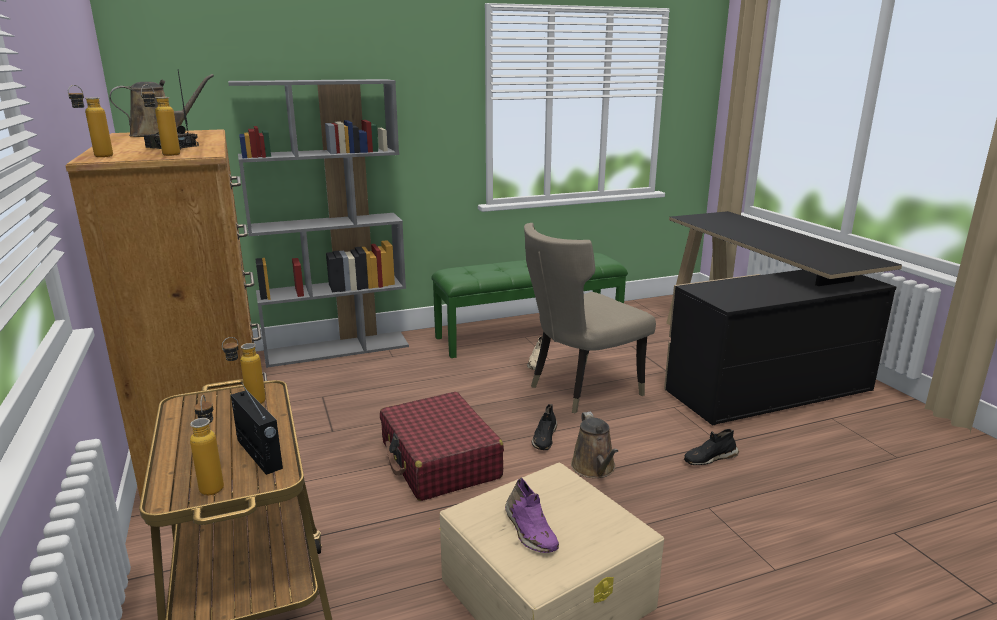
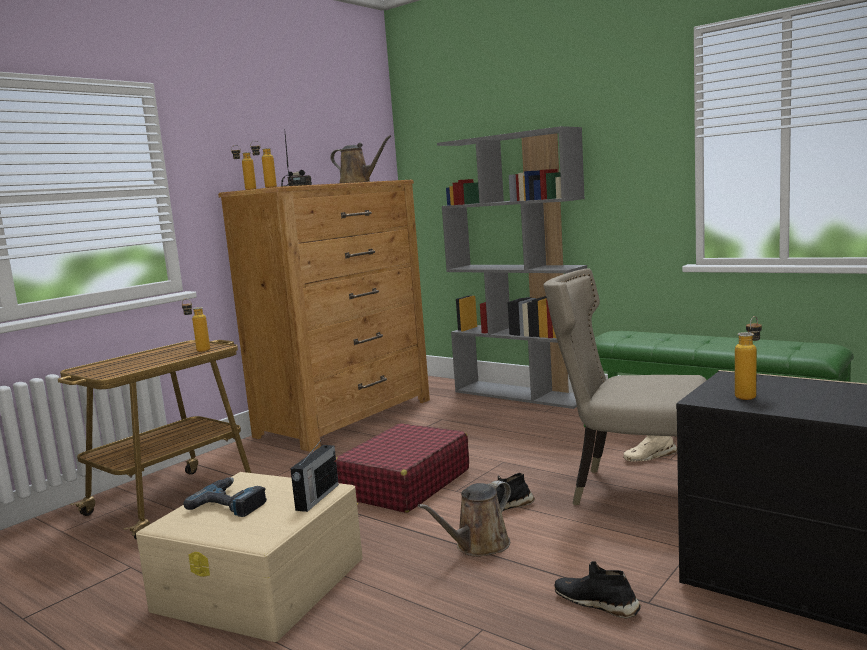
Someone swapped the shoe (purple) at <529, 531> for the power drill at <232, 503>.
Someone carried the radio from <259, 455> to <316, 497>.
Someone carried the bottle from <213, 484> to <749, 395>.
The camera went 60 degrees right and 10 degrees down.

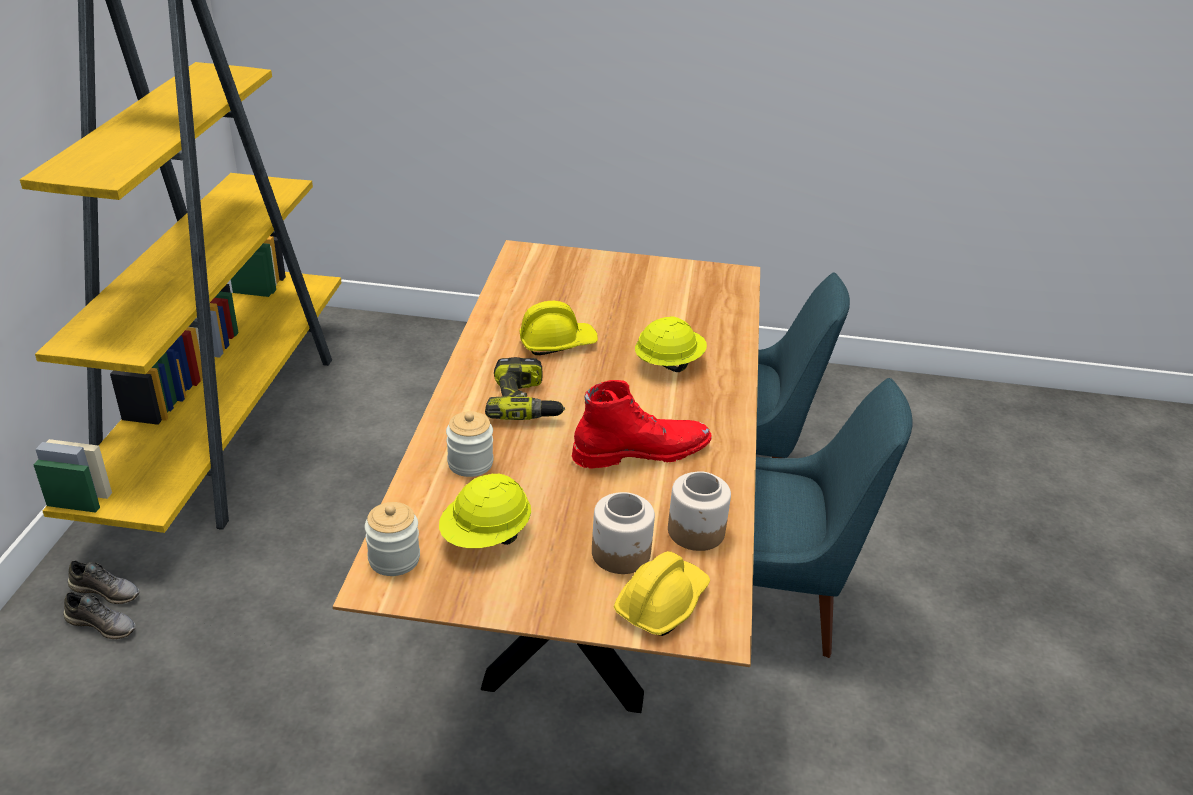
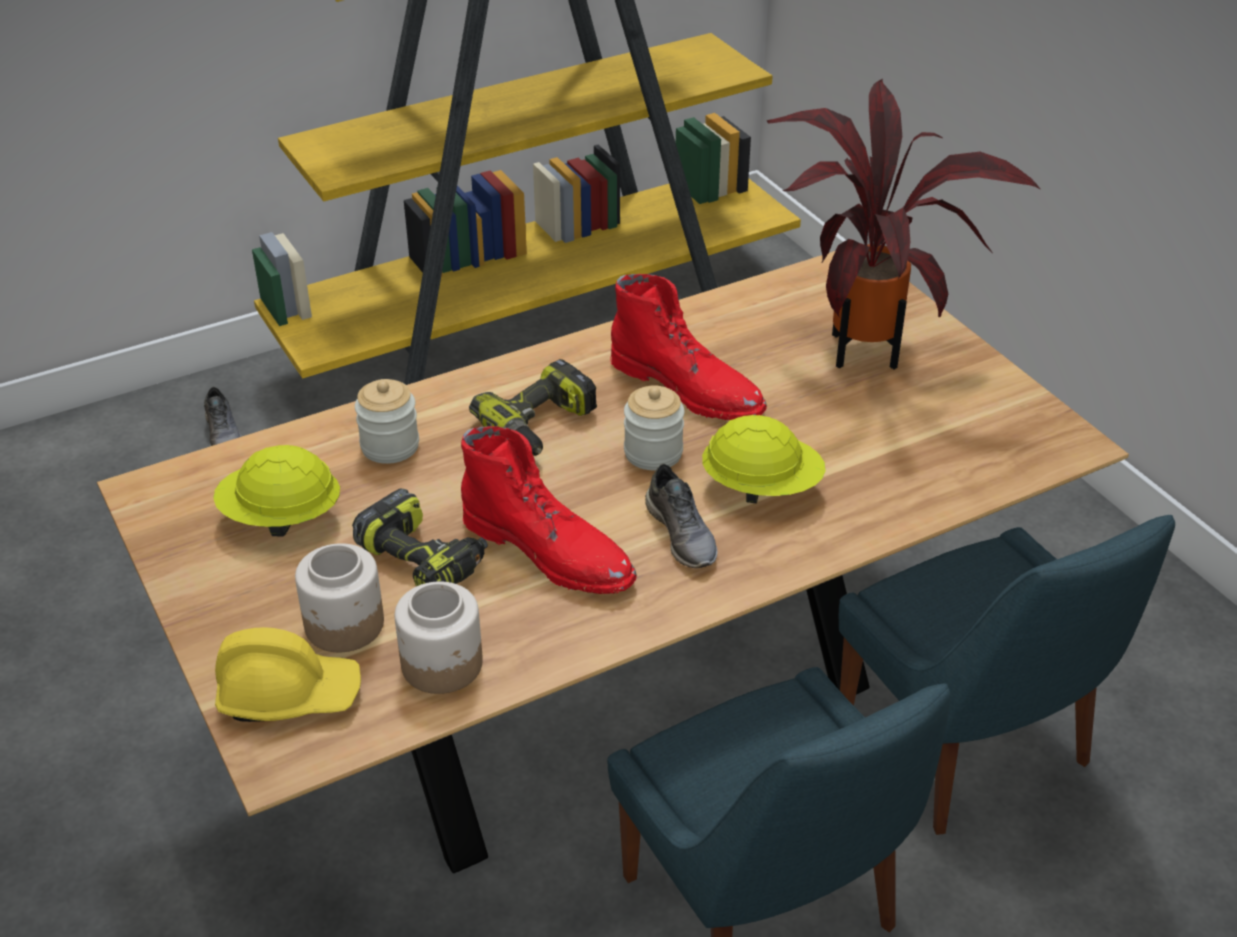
Someone put down the power drill at <424, 559>.
Someone swapped the hard hat (yellow) at <557, 343> for the boot (red) at <689, 387>.
Someone carried the jar from <394, 559> to <653, 453>.
Someone carried the shoe (grey) from <106, 591> to <682, 534>.
Someone put down the potted plant at <868, 346>.
The camera went 55 degrees right and 5 degrees up.

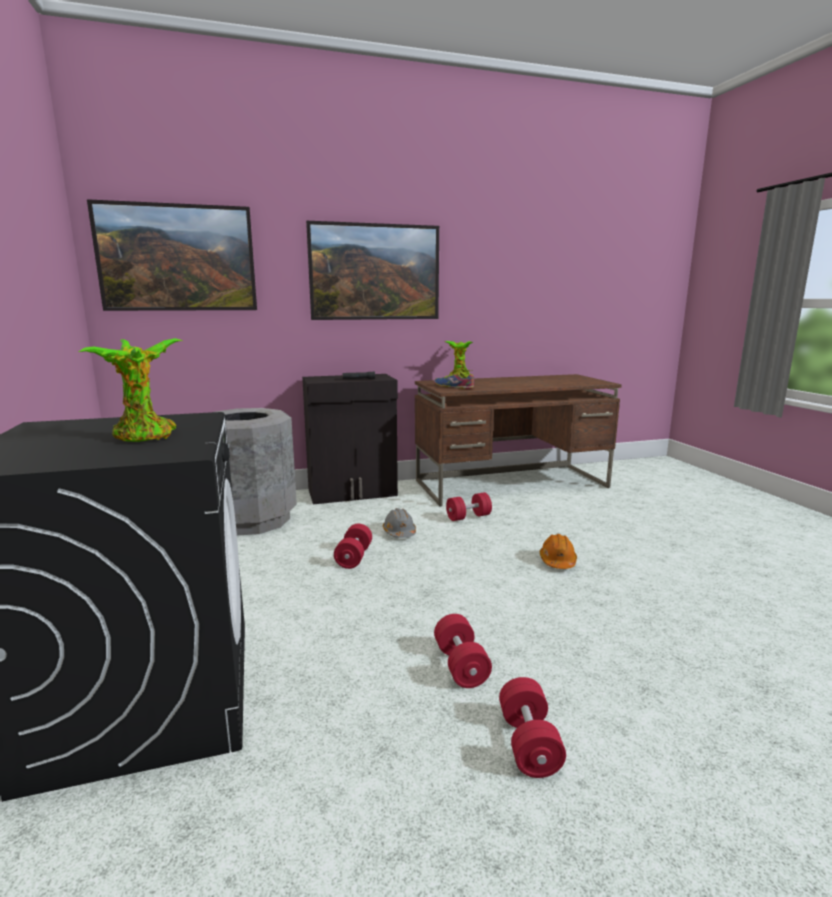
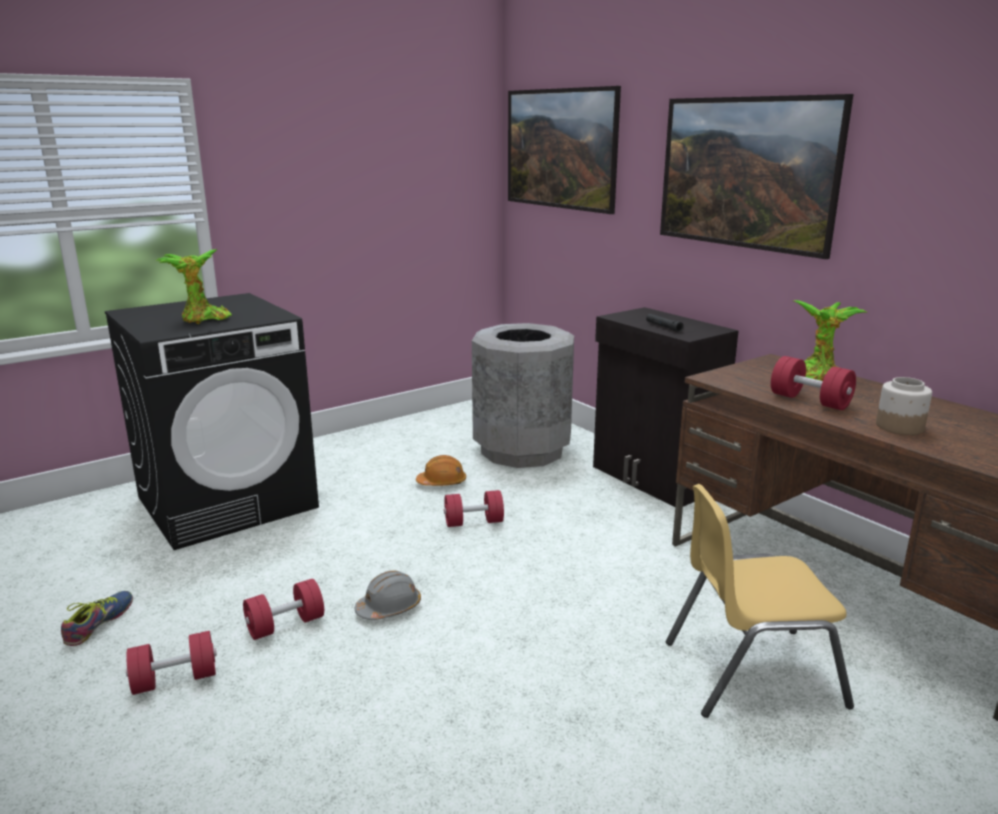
Someone carried the shoe from <453, 387> to <99, 623>.
Someone carried the hard hat (grey) from <399, 532> to <389, 608>.
Someone carried the hard hat (orange) from <557, 561> to <442, 482>.
Someone put down the chair (yellow) at <751, 672>.
Someone carried the dumbbell (red) from <468, 517> to <809, 401>.
Someone put down the jar at <899, 427>.
The camera went 70 degrees right and 5 degrees up.

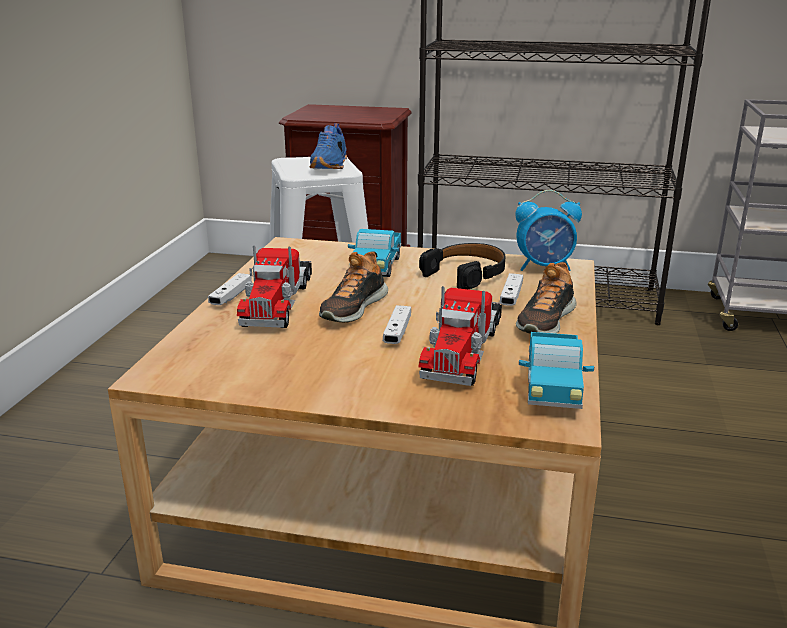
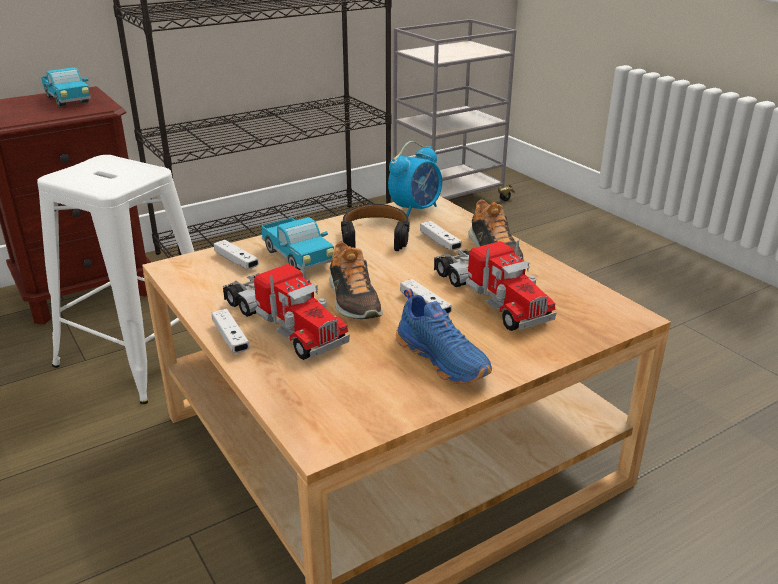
Someone carried the toy truck from <552, 388> to <68, 100>.
Someone put down the game controller (white) at <236, 261>.
Someone carried the shoe (blue) from <331, 165> to <444, 359>.
The camera went 45 degrees left and 5 degrees up.

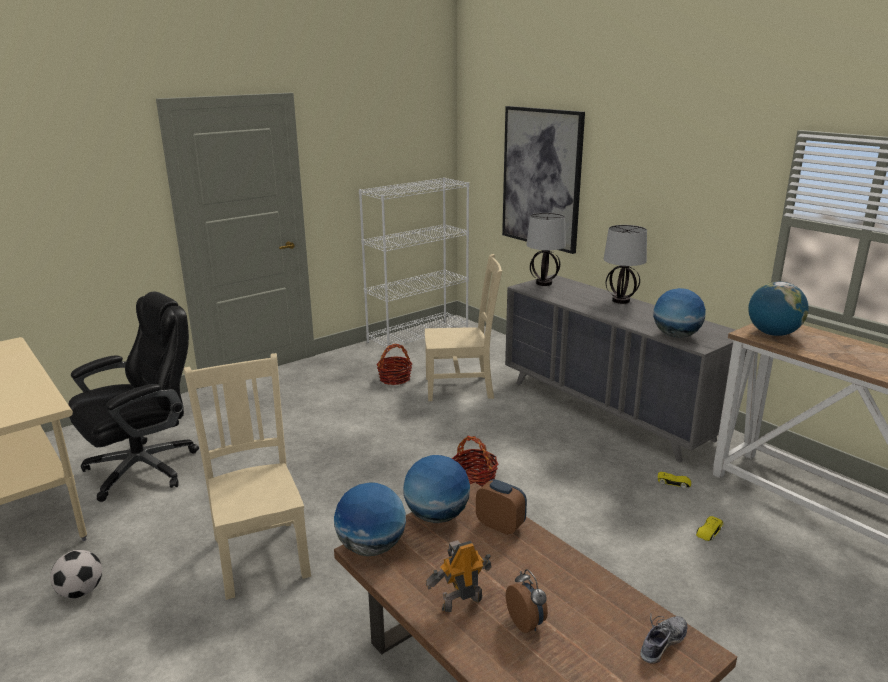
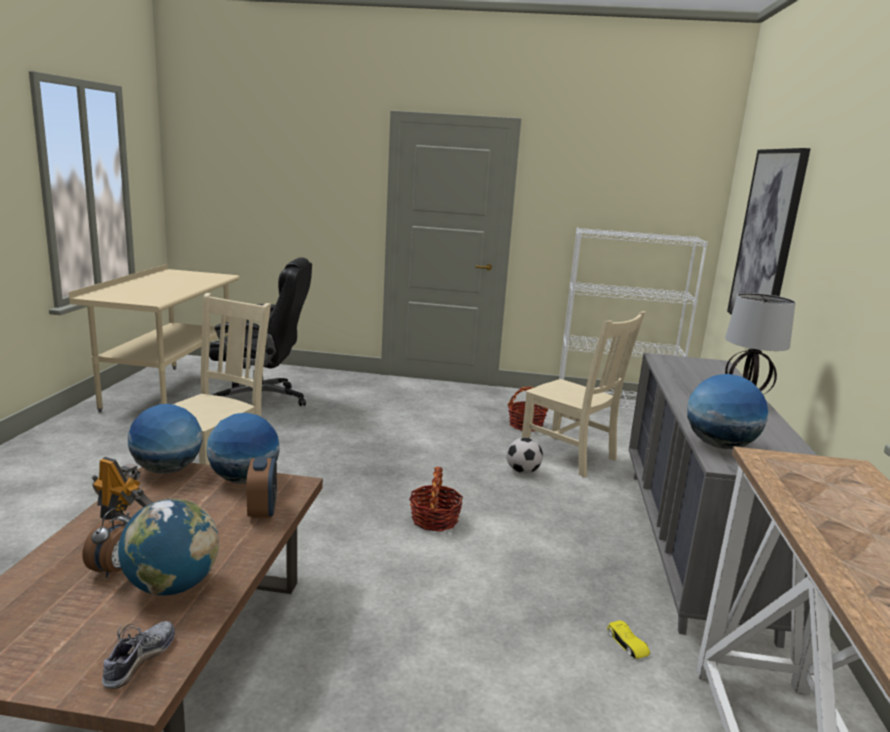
Someone rotated the shoe at <662, 643> by 75 degrees counterclockwise.
Someone carried the globe from <773, 334> to <172, 586>.
Someone carried the football from <81, 591> to <523, 471>.
Someone took away the table lamp at <544, 283>.
Someone took away the toy car (yellow) at <709, 531>.
The camera went 45 degrees right and 5 degrees down.

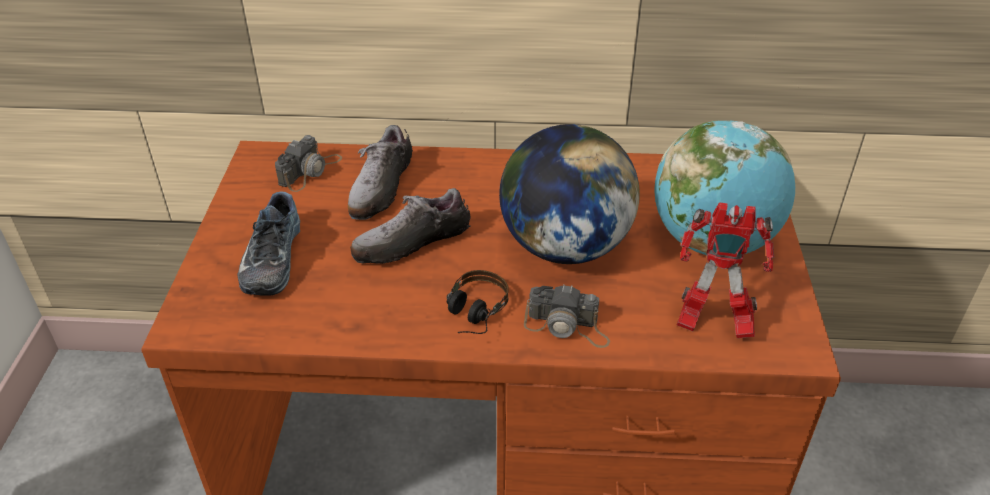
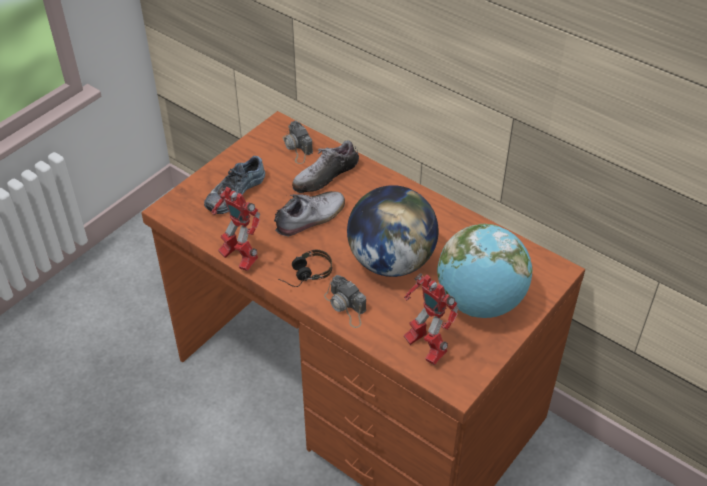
Someone put down the toy robot at <238, 258>.
Someone rotated the shoe at <411, 242> by 135 degrees clockwise.
Someone rotated the photo camera at <310, 171> by 90 degrees clockwise.
The camera went 35 degrees right and 5 degrees up.

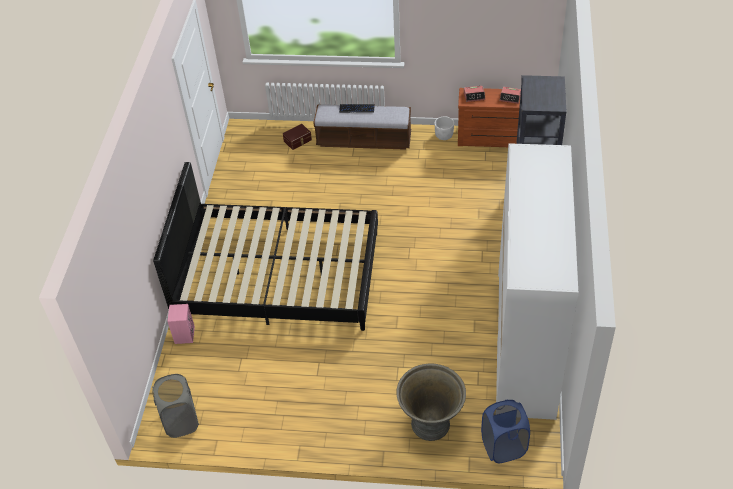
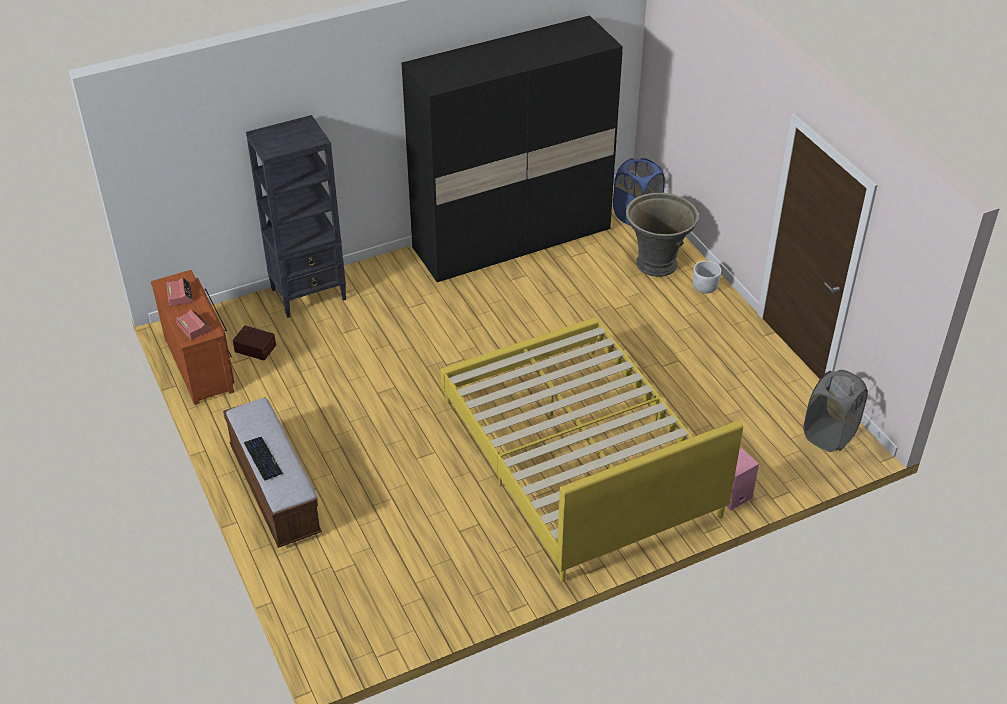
Someone carried the storage box (brown) from <298, 141> to <255, 347>.
Someone repainted the wardrobe (white) at <525, 344>, which became the wardrobe (black) at <512, 239>.
Someone repainted the bed (black) at <278, 275>, which became the bed (yellow) at <578, 457>.
Someone carried the planter (white) from <444, 135> to <705, 287>.
The camera went 125 degrees left and 5 degrees down.

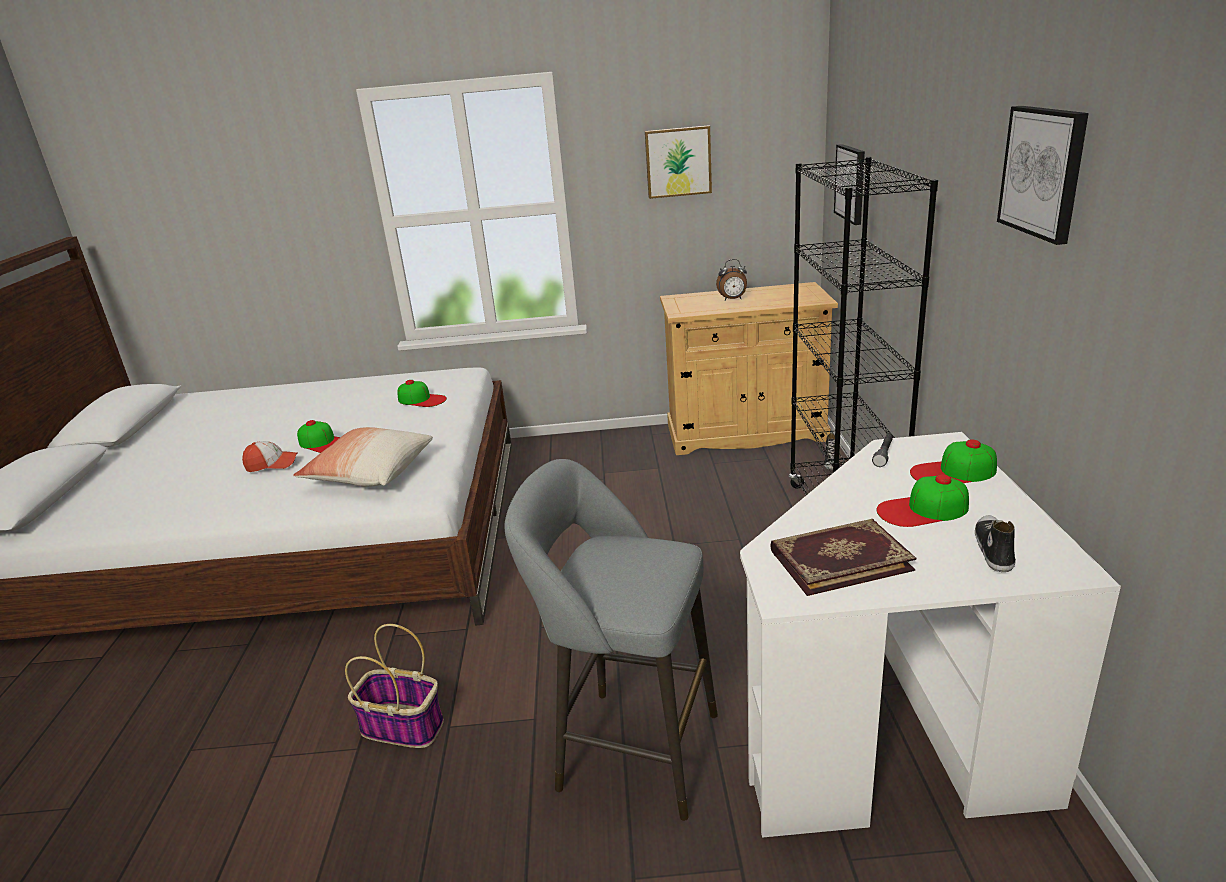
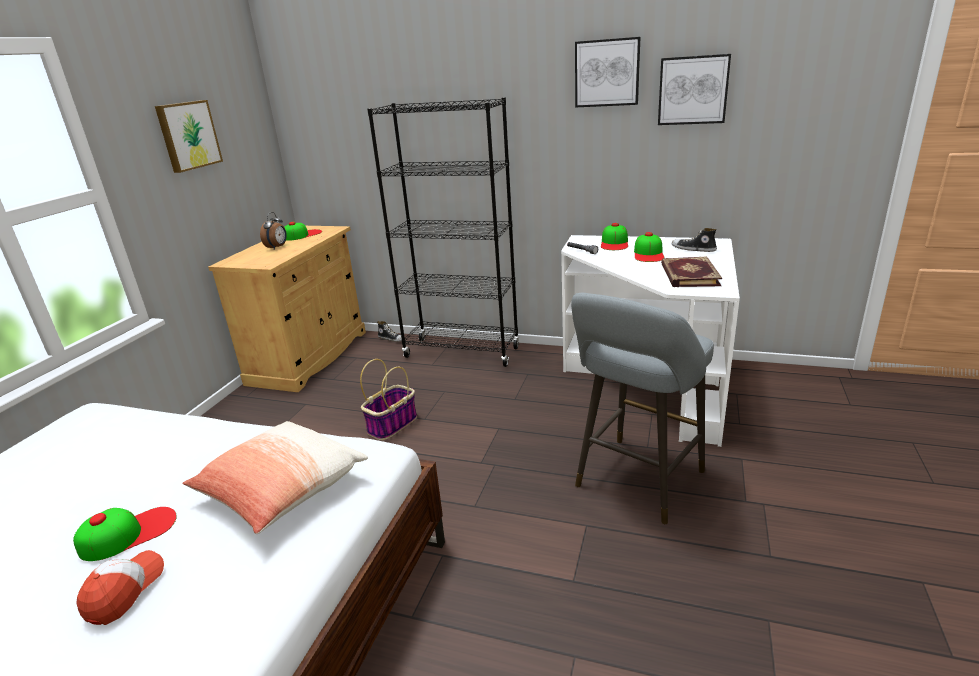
Someone carried the cap from <422, 399> to <302, 235>.
Someone carried the basket from <404, 726> to <392, 424>.
Someone carried the picture from <851, 183> to <693, 90>.
The camera went 70 degrees left and 0 degrees up.

